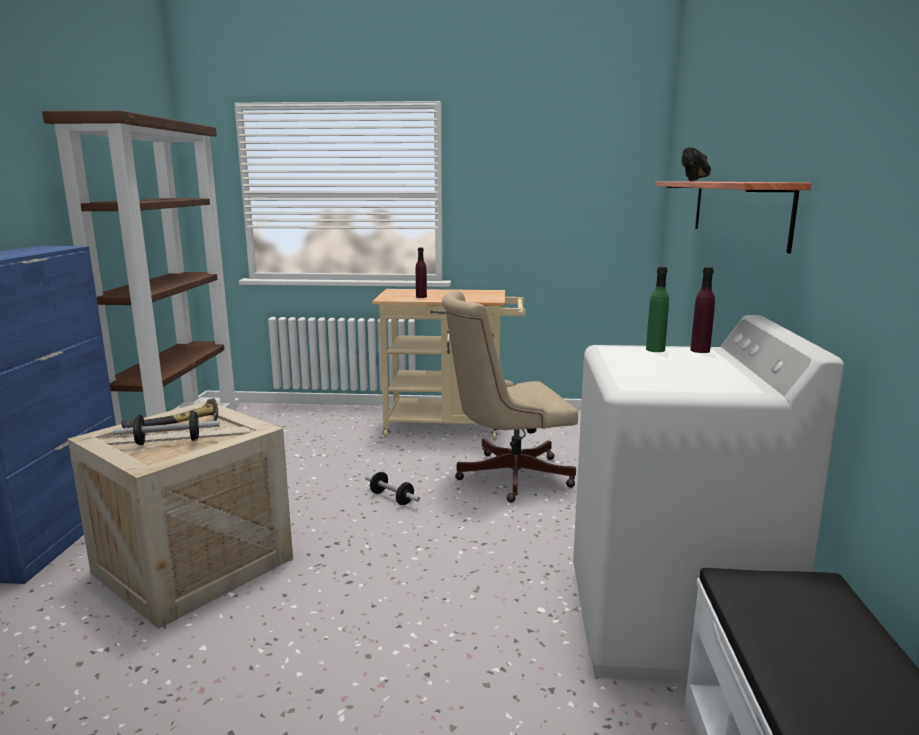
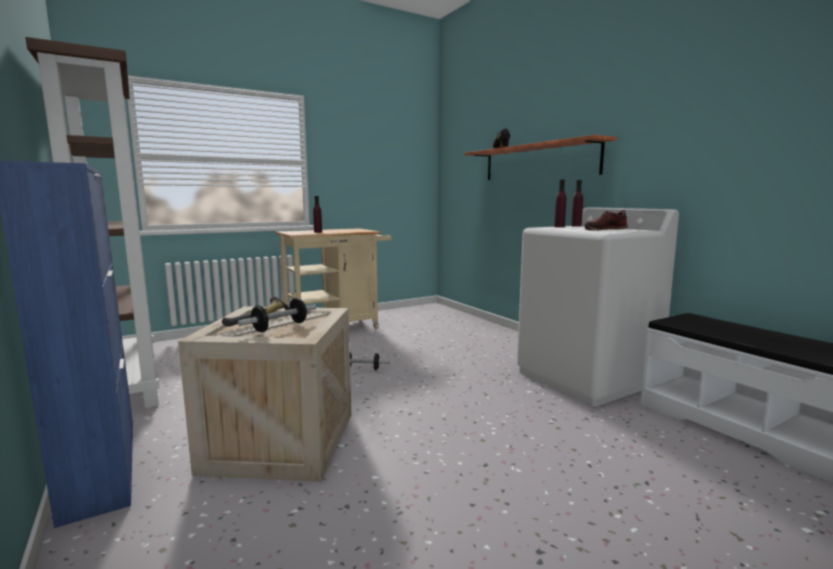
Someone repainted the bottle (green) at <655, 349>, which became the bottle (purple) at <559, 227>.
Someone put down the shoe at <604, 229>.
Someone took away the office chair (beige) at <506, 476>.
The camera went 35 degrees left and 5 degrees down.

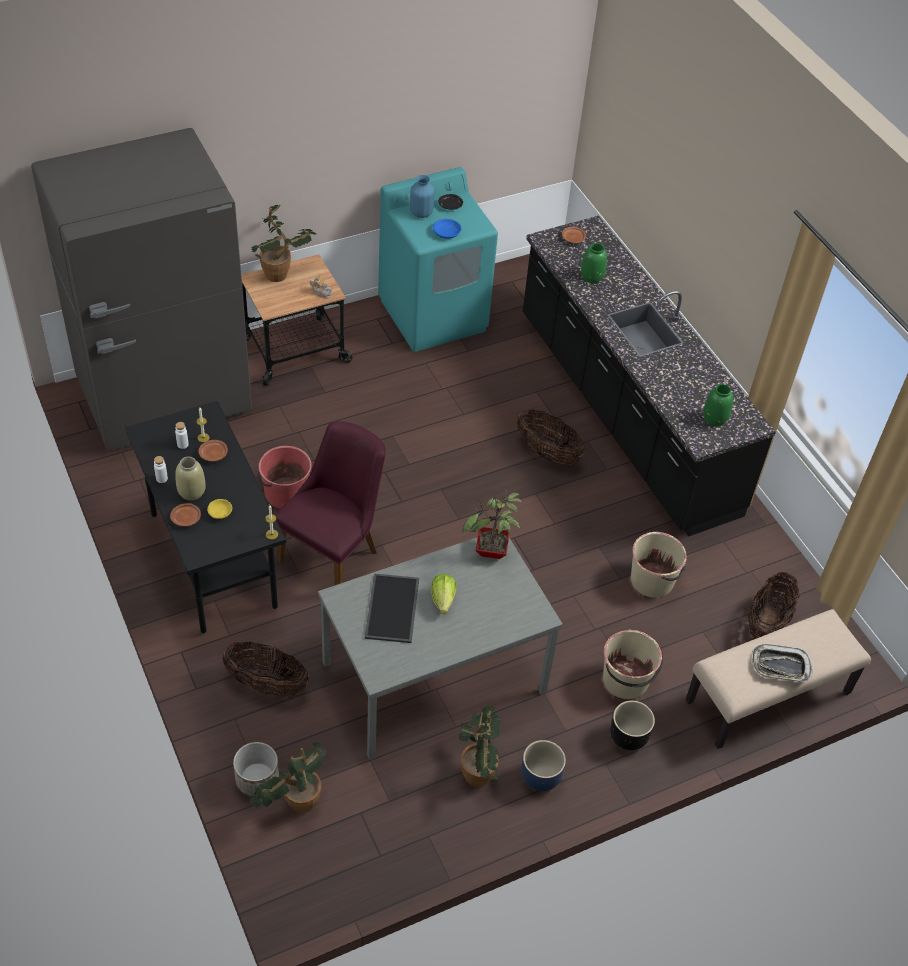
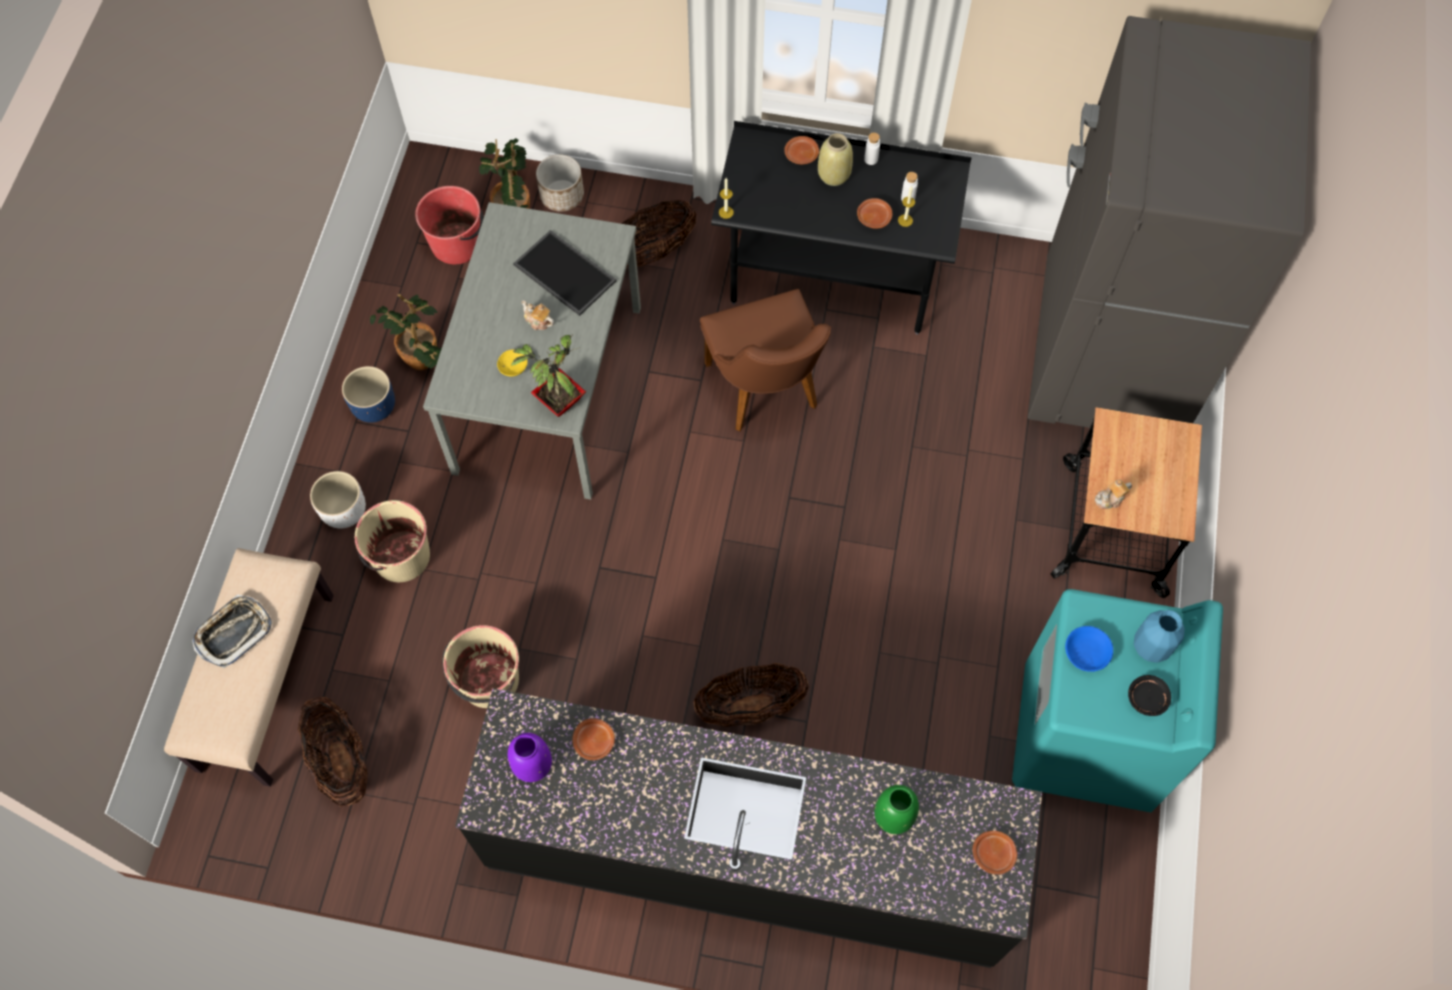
Someone repainted the planter (black) at <628, 737>, which became the planter (white) at <344, 511>.
Someone carried the bucket (red) from <285, 493> to <457, 243>.
Someone carried the bowl (yellow) from <220, 512> to <514, 368>.
Someone repainted the vase (green) at <715, 418>, which became the vase (purple) at <532, 765>.
Someone swapped the lettuce at <443, 600> for the teapot at <538, 321>.
Someone put down the plate (brown) at <594, 742>.
Someone repainted the chair (purple) at <335, 551>, which became the chair (brown) at <766, 393>.
Someone took away the potted plant at <282, 274>.
The camera went 130 degrees right and 15 degrees up.

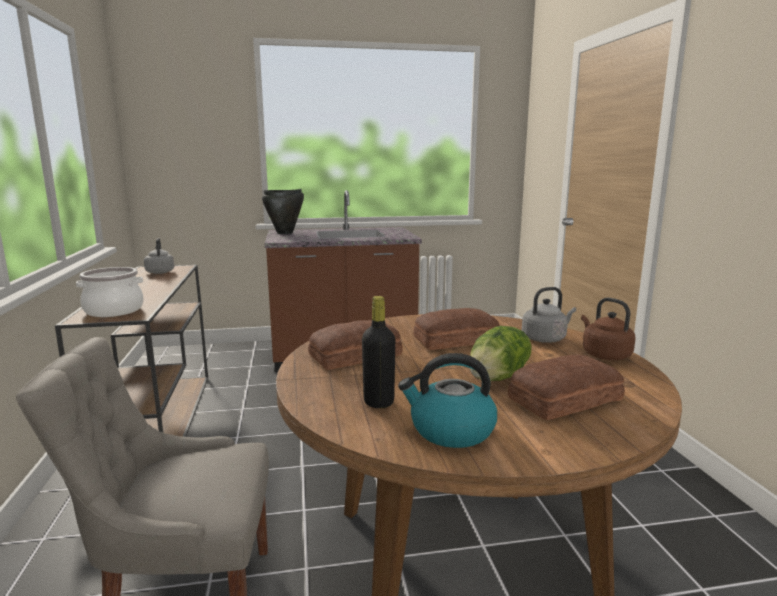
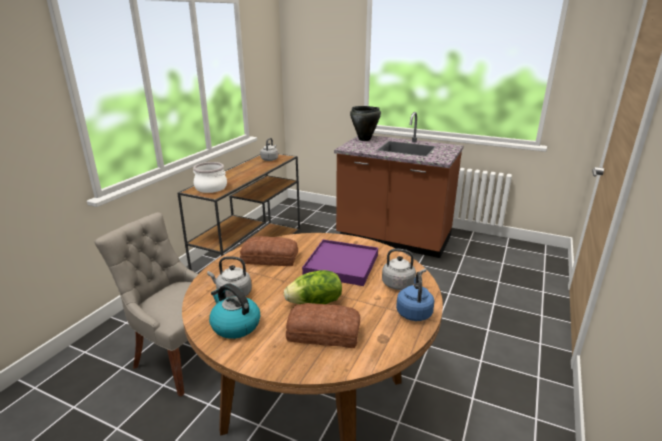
Someone swapped the bottle (black) at <378, 402> for the kettle (grey) at <232, 294>.
Someone swapped the bread at <454, 339> for the tray (purple) at <341, 265>.
Someone repainted the kettle (brown) at <604, 355>, which became the kettle (blue) at <414, 312>.
The camera went 35 degrees right and 10 degrees up.

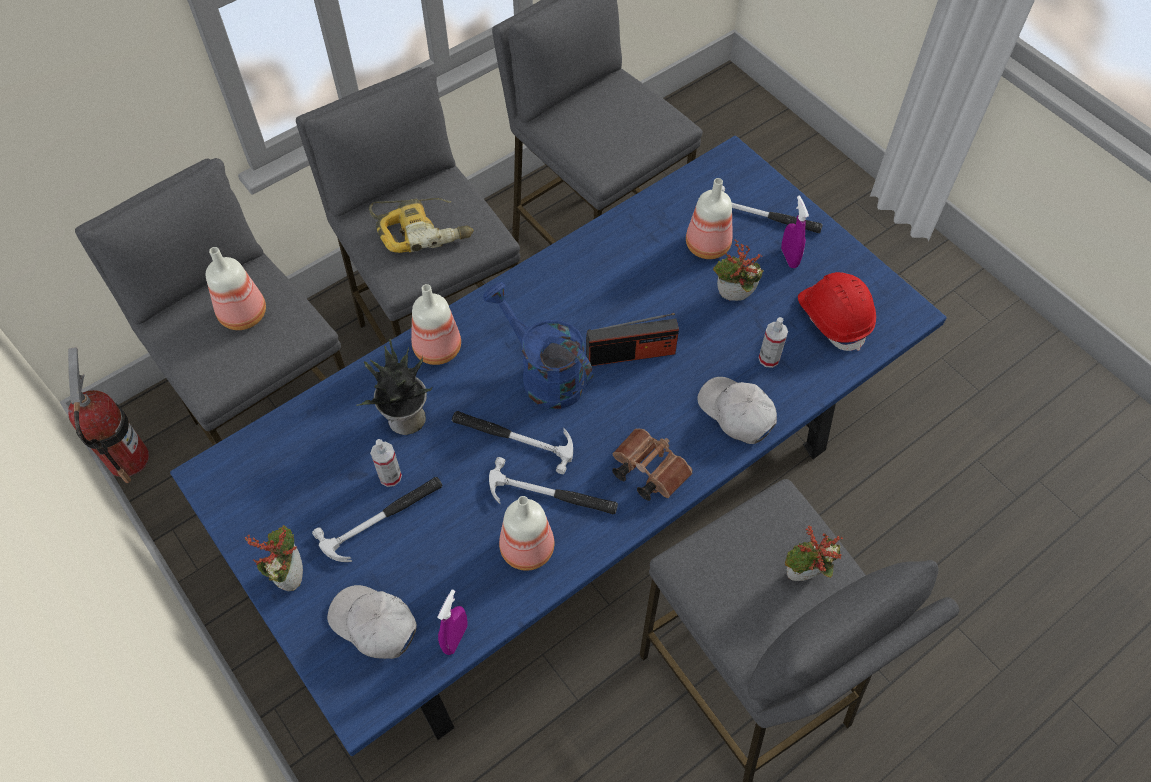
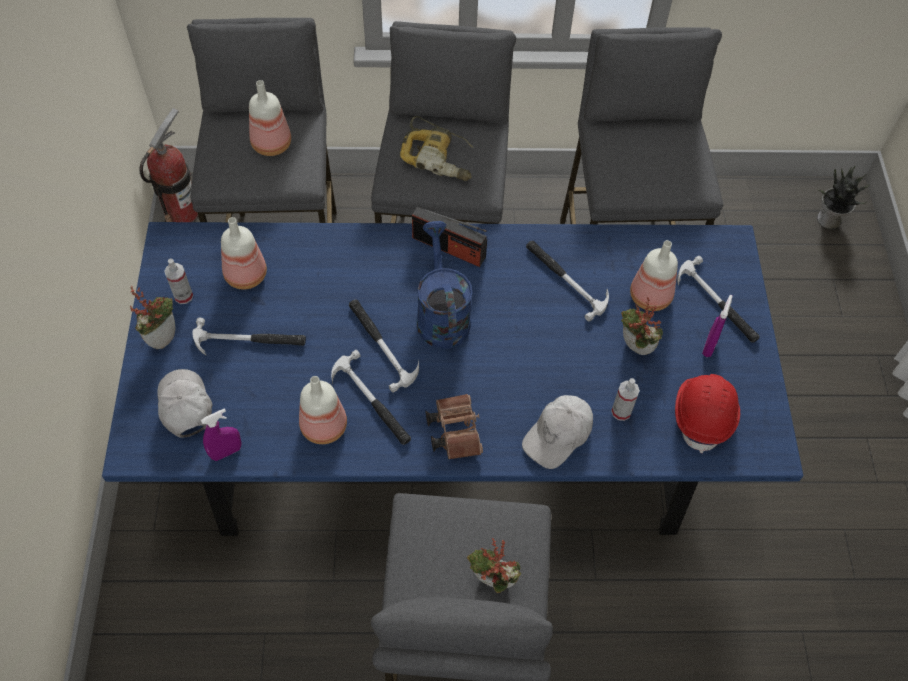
Someone carried the spray bottle from <390, 476> to <183, 296>.
Someone carried the bottle from <437, 350> to <245, 276>.
Someone carried the radio from <631, 353> to <449, 247>.
Someone rotated the cap (white) at <736, 413> by 135 degrees counterclockwise.
Someone put down the hammer at <565, 279>.
Someone carried the potted plant from <406, 420> to <828, 220>.
The camera went 35 degrees right and 0 degrees up.

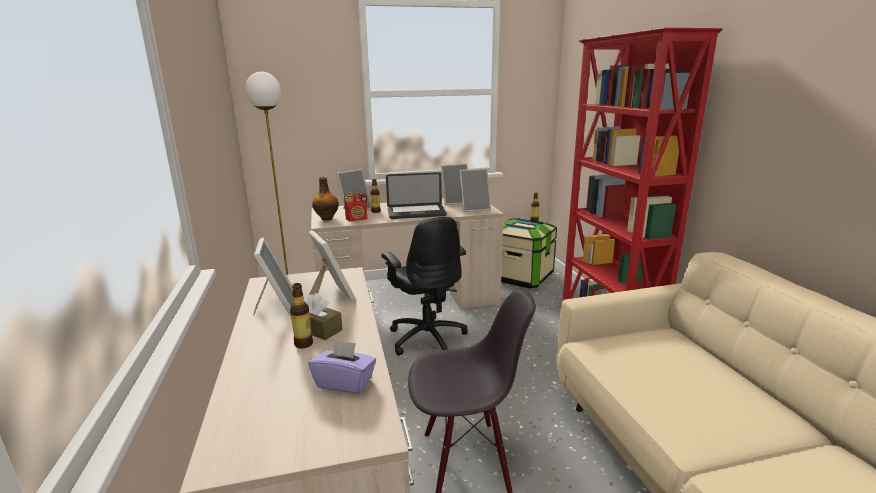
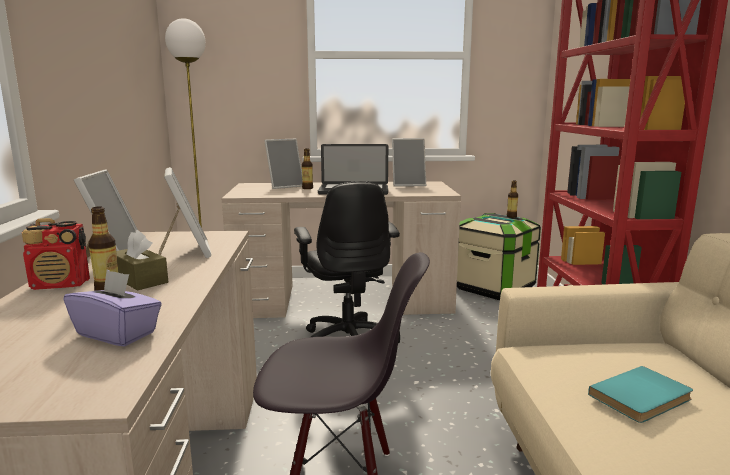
Someone carried the radio from <357, 219> to <61, 285>.
Someone put down the book (turquoise) at <643, 398>.
Someone took away the bottle at <327, 218>.
Someone took away the picture frame at <474, 208>.
The camera went 10 degrees right and 5 degrees down.

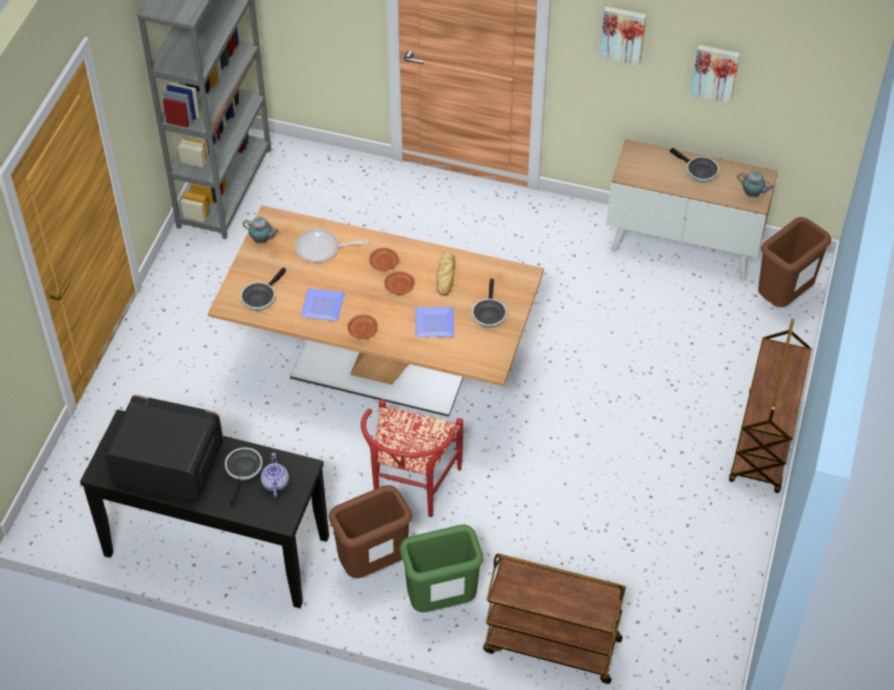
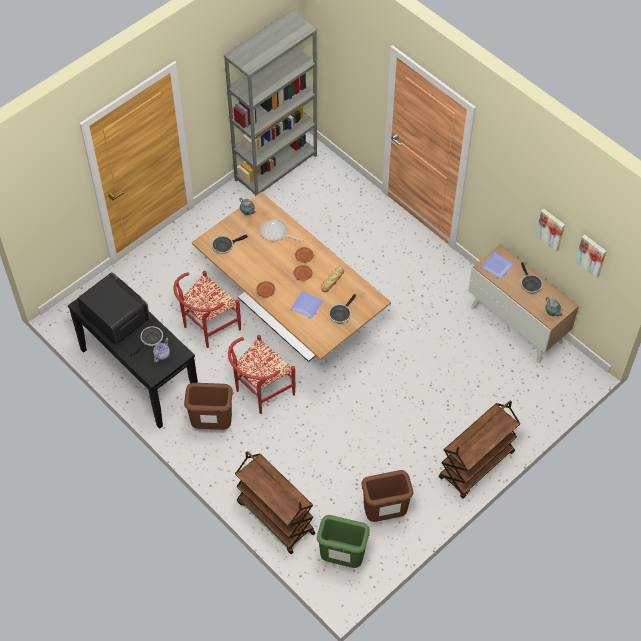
Someone put down the chair (red) at <207, 328>.
Someone carried the trash can (green) from <441, 602> to <341, 559>.
Someone carried the trash can (brown) from <783, 298> to <384, 514>.
Someone carried the plate from <324, 307> to <497, 267>.
Someone carried the picture from <623, 34> to <591, 255>.
The camera went 30 degrees right and 5 degrees up.

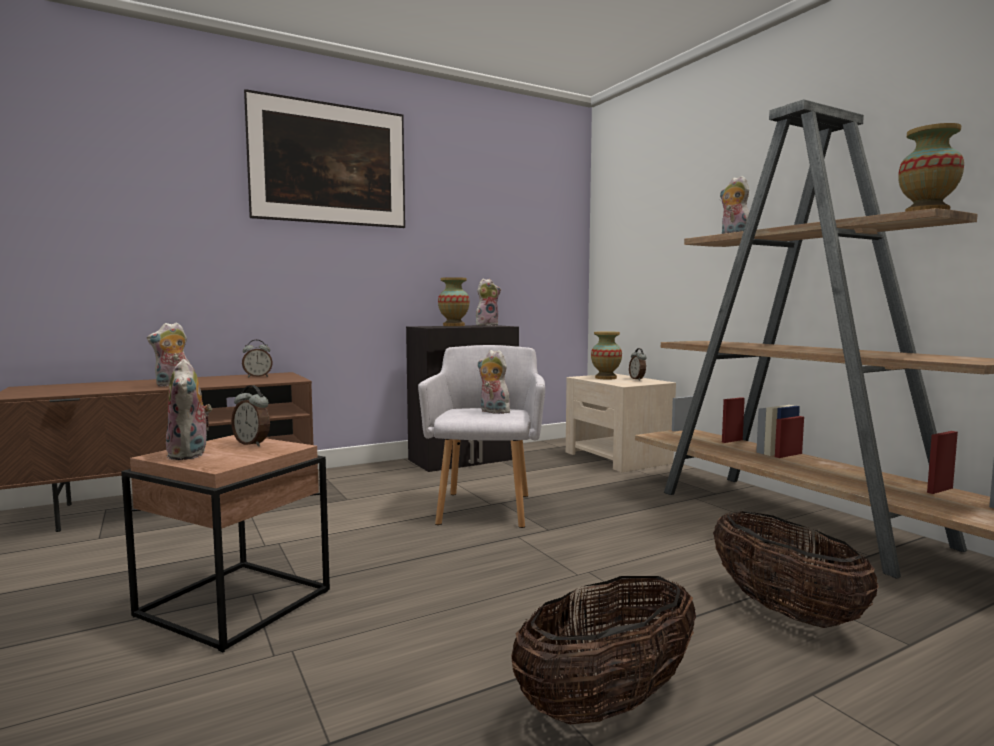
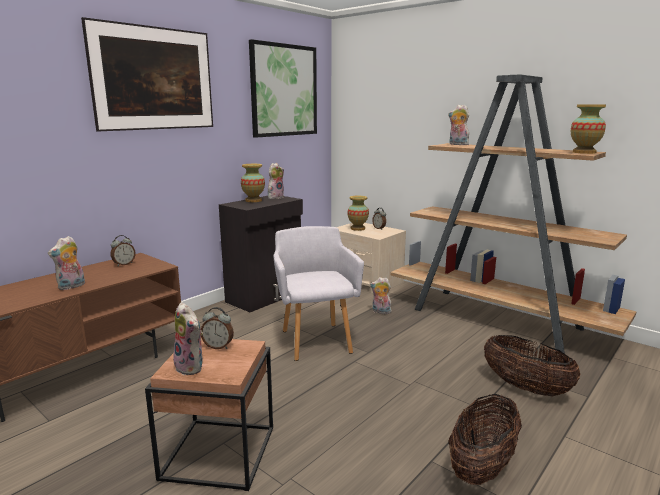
Someone put up the picture at <284, 90>.
Someone carried the plush toy from <492, 412> to <380, 312>.
The camera went 20 degrees left and 10 degrees up.

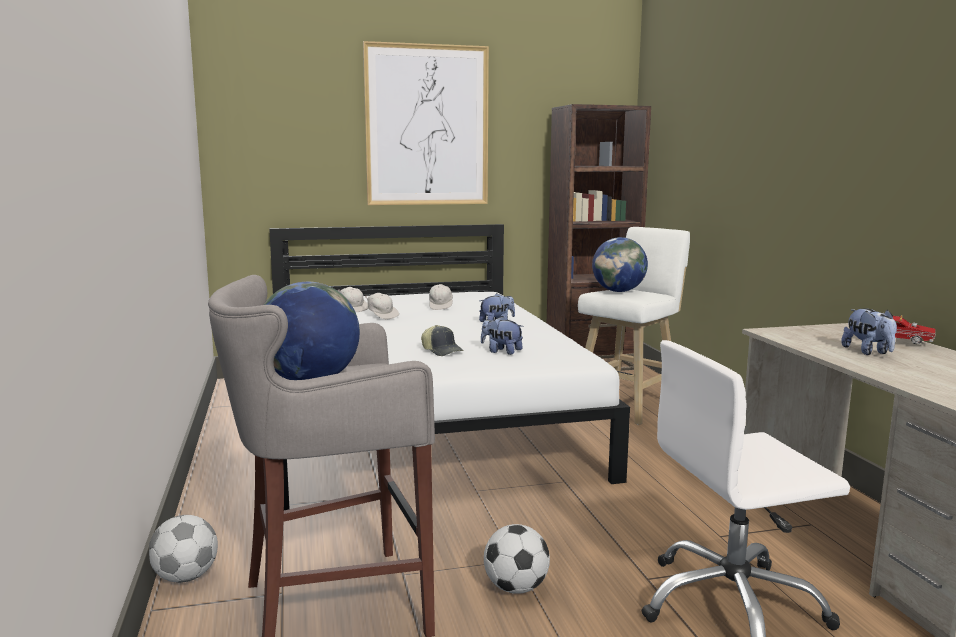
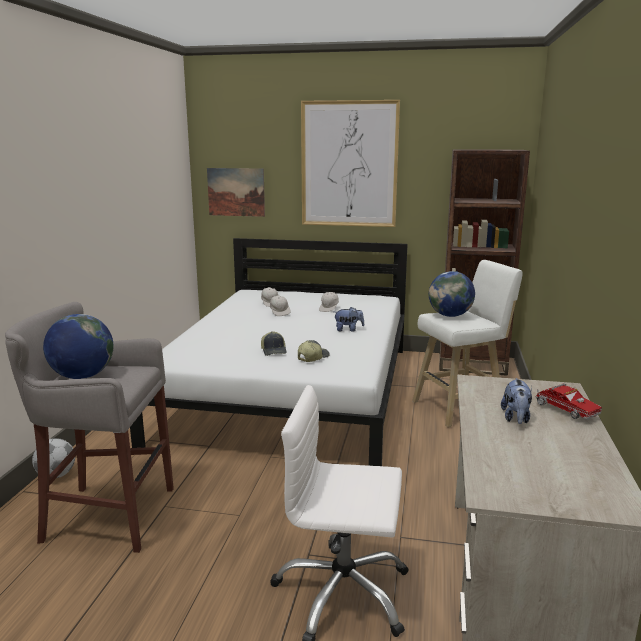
Someone put up the picture at <236, 192>.
Someone swapped the plush toy at <501, 351> for the cap at <312, 357>.
Someone took away the football at <516, 588>.
The camera went 25 degrees right and 5 degrees up.

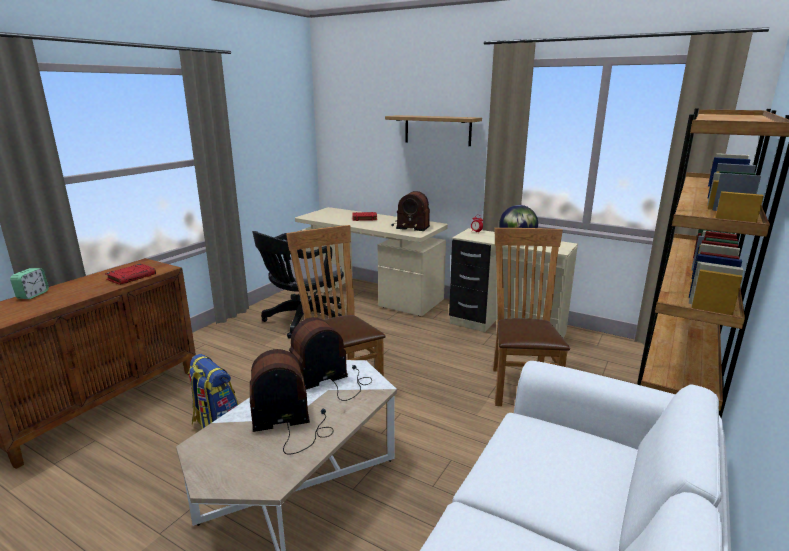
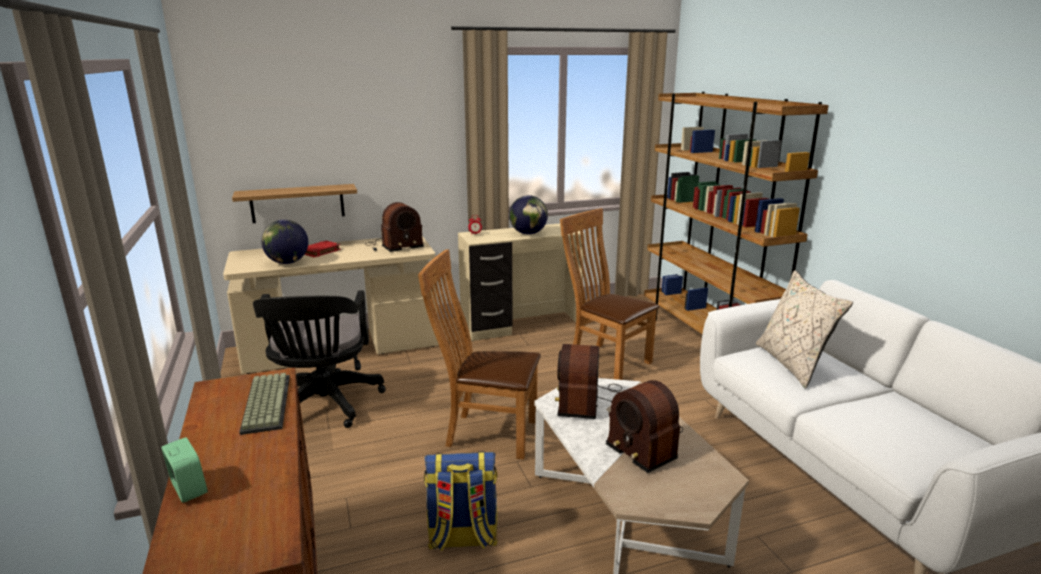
Someone carried the shelf from <437, 130> to <297, 203>.
Someone swapped the book (red) at <132, 277> for the keyboard at <265, 403>.
Someone put down the globe at <287, 263>.
Someone rotated the radio at <291, 424> by 60 degrees counterclockwise.
Someone put down the pillow (beige) at <793, 364>.
The camera went 50 degrees left and 0 degrees up.

